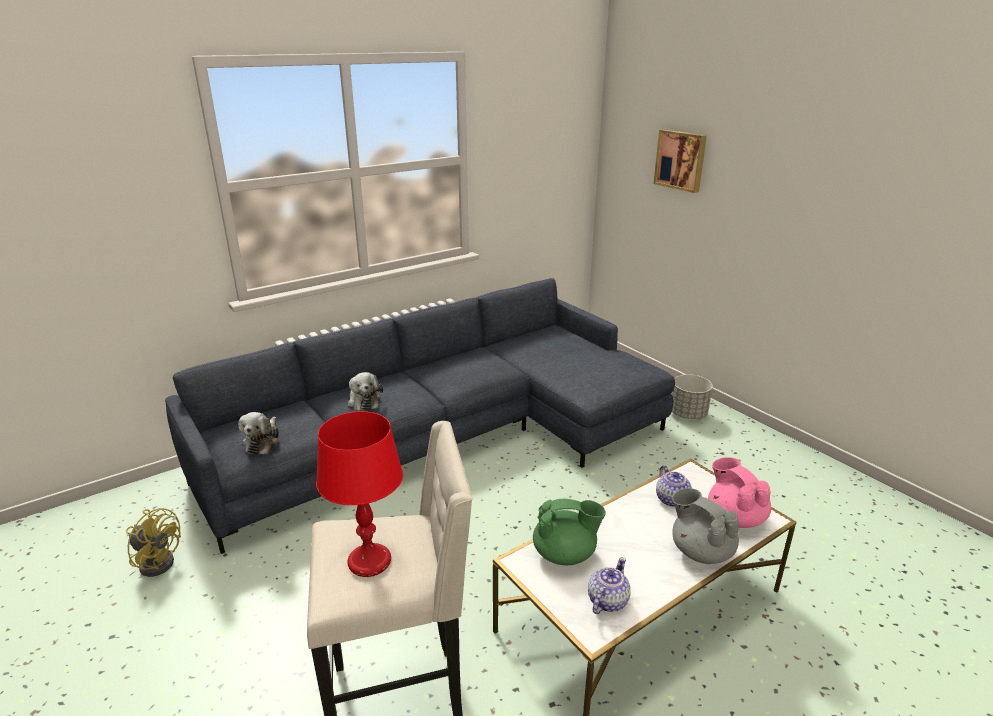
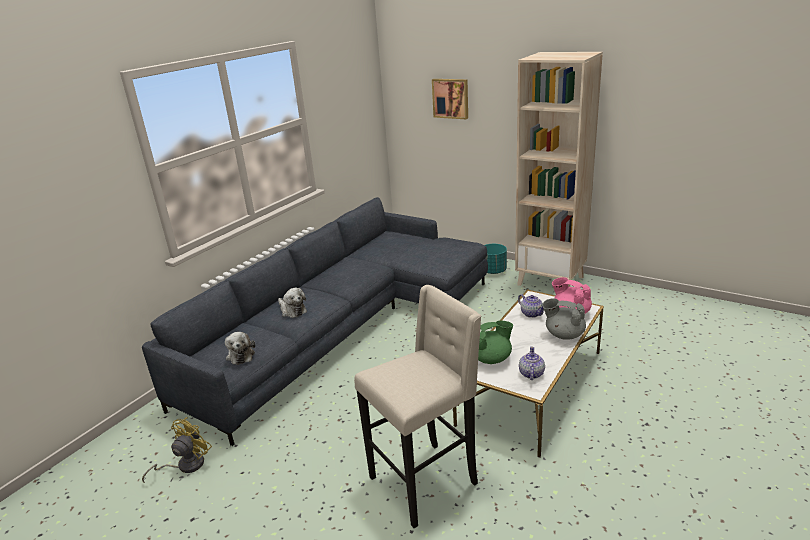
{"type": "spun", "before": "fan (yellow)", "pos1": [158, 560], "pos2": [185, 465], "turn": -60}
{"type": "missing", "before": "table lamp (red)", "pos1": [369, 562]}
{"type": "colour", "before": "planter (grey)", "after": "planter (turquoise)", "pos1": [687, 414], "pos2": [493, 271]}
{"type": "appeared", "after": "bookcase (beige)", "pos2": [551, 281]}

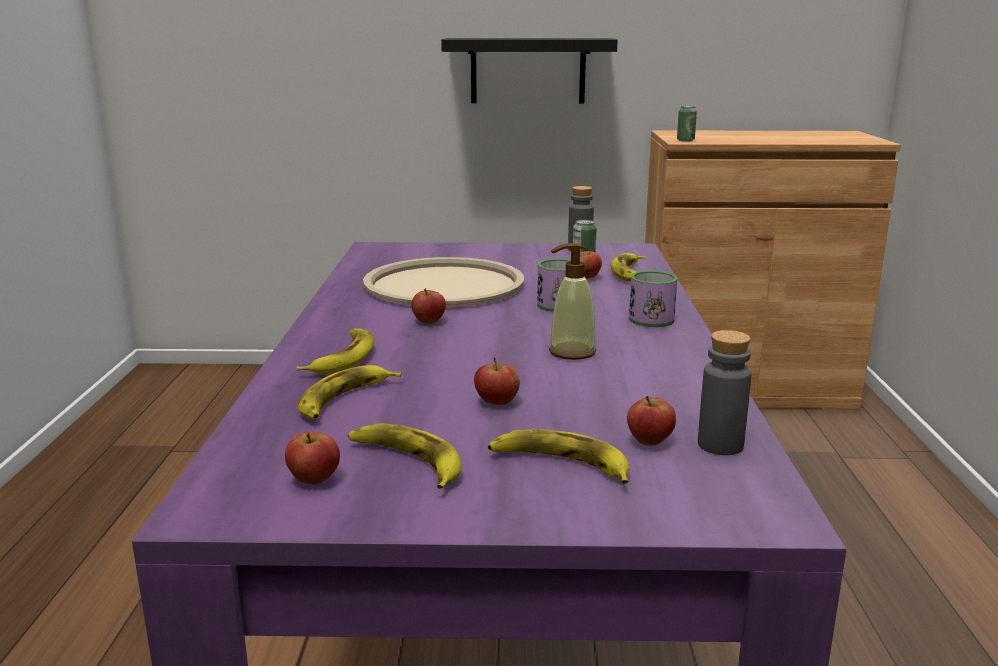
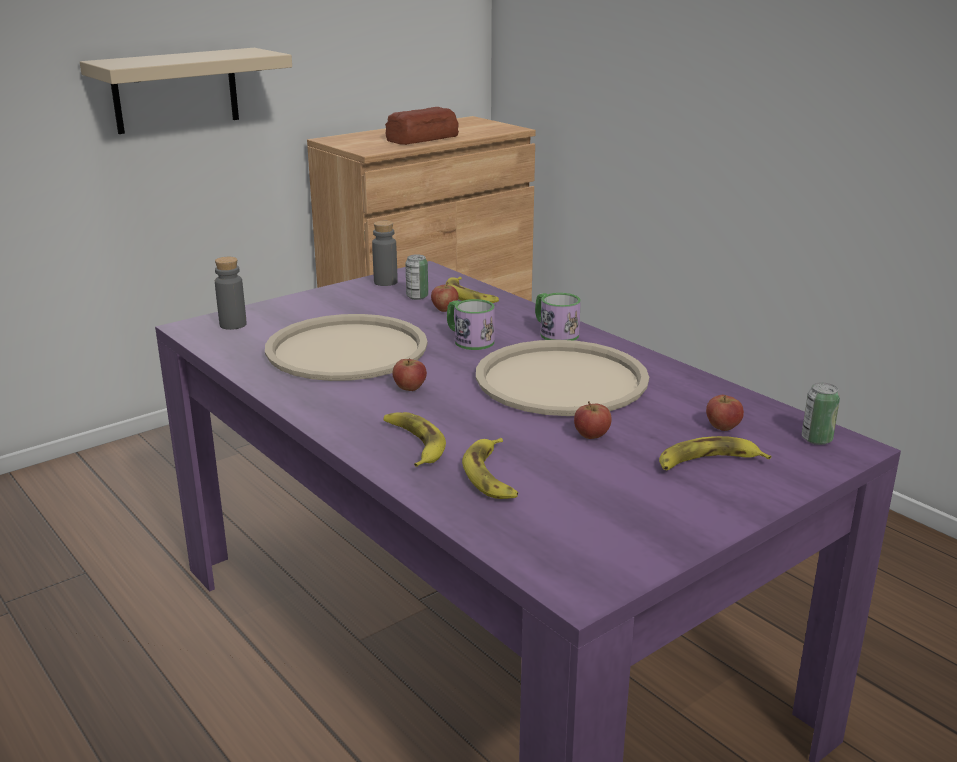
{"type": "missing", "before": "apple", "pos1": [314, 479]}
{"type": "missing", "before": "banana", "pos1": [407, 462]}
{"type": "colour", "before": "shelf (black)", "after": "shelf (beige)", "pos1": [528, 70], "pos2": [175, 90]}
{"type": "exchanged", "before": "soap dispenser", "after": "tray (beige)", "pos1": [572, 352], "pos2": [561, 380]}
{"type": "relocated", "before": "can", "pos1": [685, 140], "pos2": [816, 439]}
{"type": "relocated", "before": "bottle (grey)", "pos1": [720, 445], "pos2": [233, 325]}
{"type": "appeared", "after": "bread", "pos2": [423, 138]}

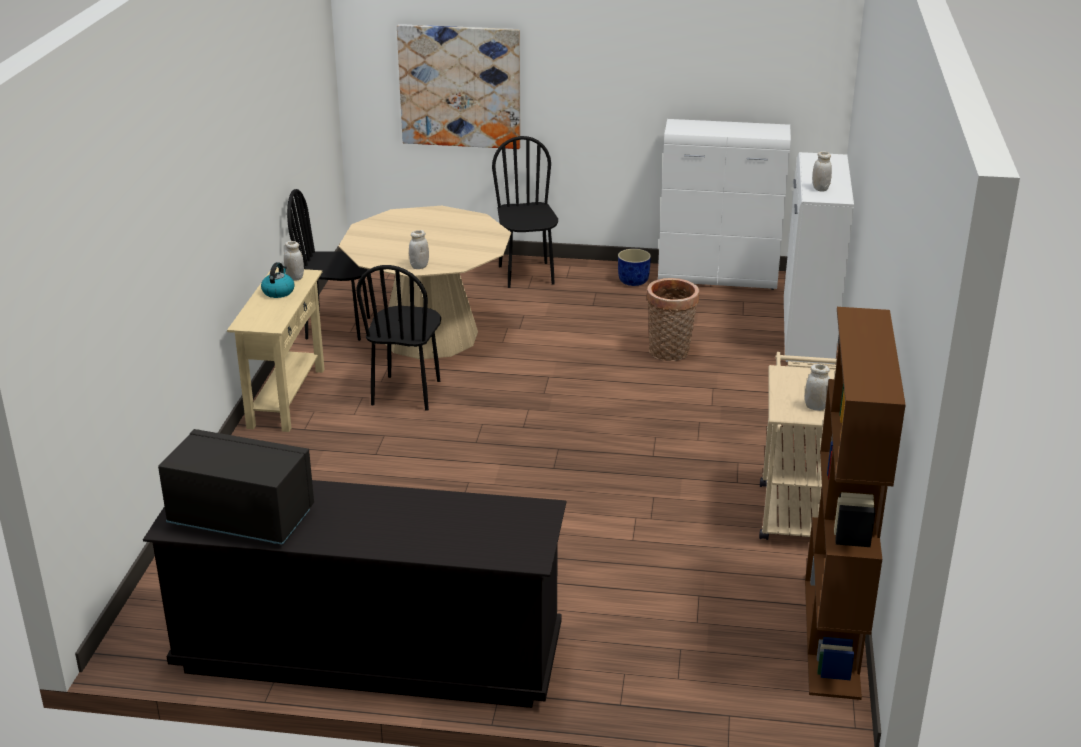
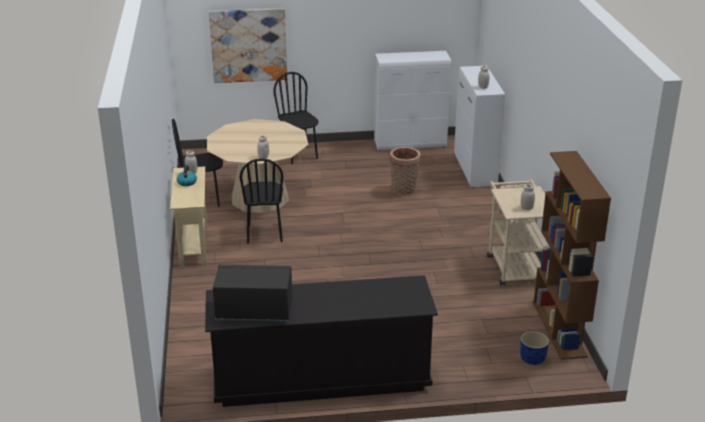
{"type": "relocated", "before": "planter (blue)", "pos1": [633, 281], "pos2": [533, 359]}

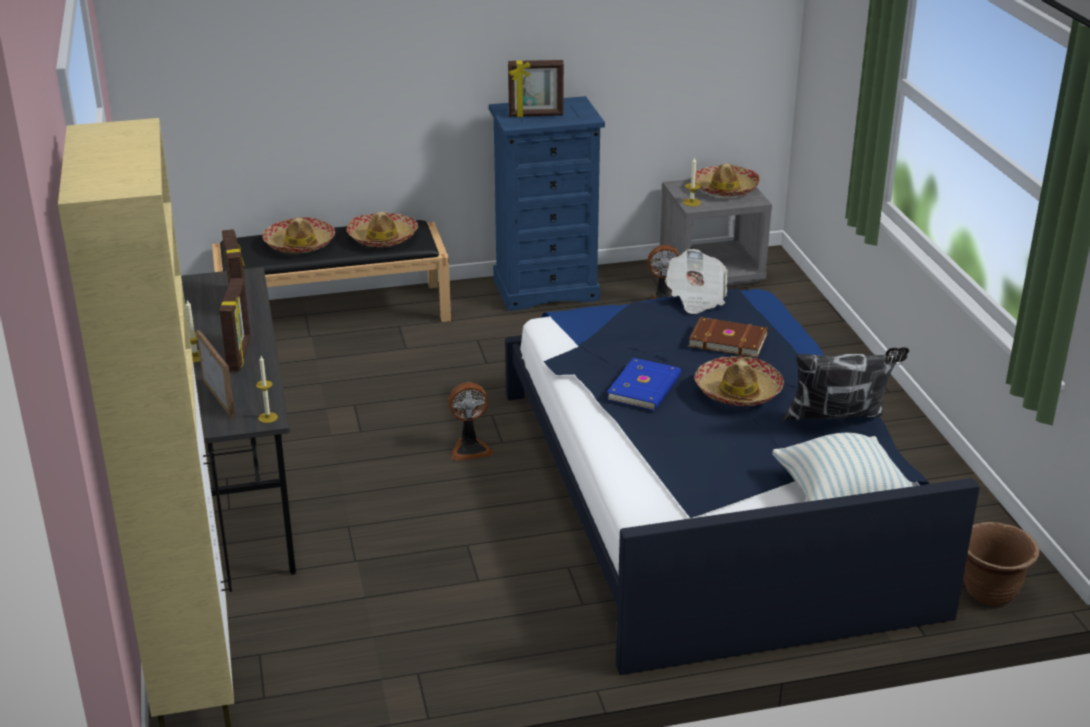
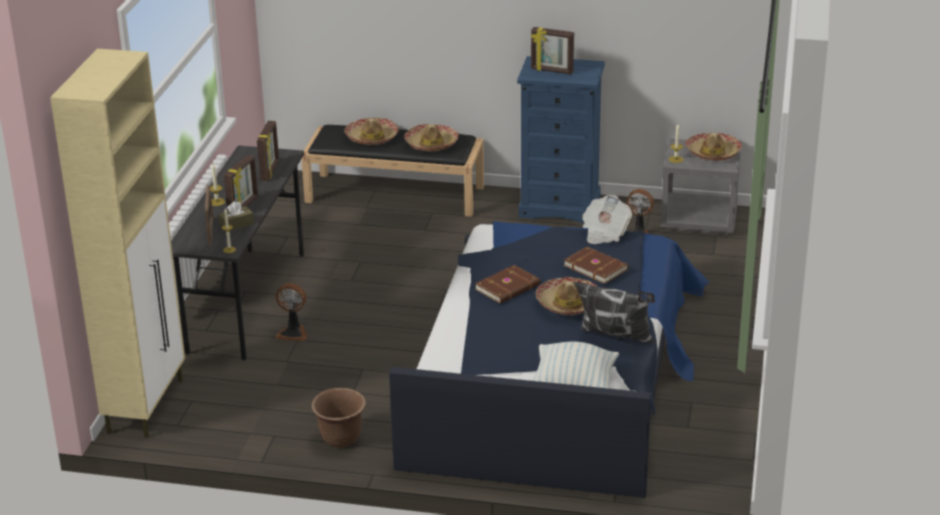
{"type": "relocated", "before": "fan", "pos1": [470, 449], "pos2": [293, 333]}
{"type": "colour", "before": "book (blue)", "after": "book (brown)", "pos1": [645, 388], "pos2": [508, 287]}
{"type": "relocated", "before": "planter (brown)", "pos1": [990, 593], "pos2": [341, 439]}
{"type": "appeared", "after": "tissue box (brown)", "pos2": [236, 225]}

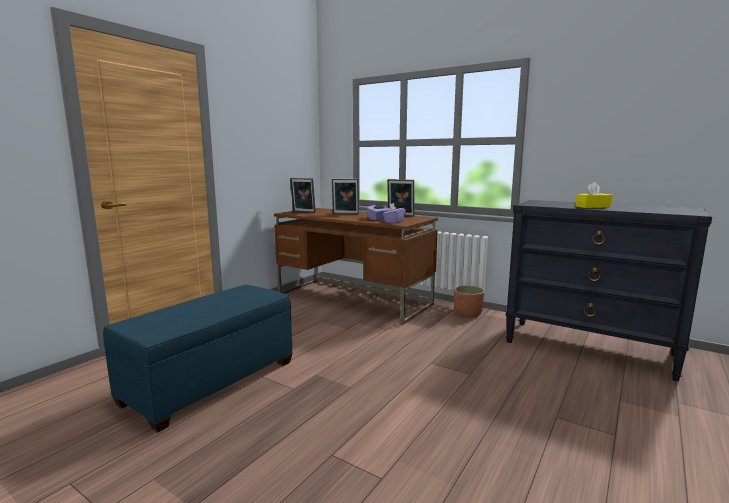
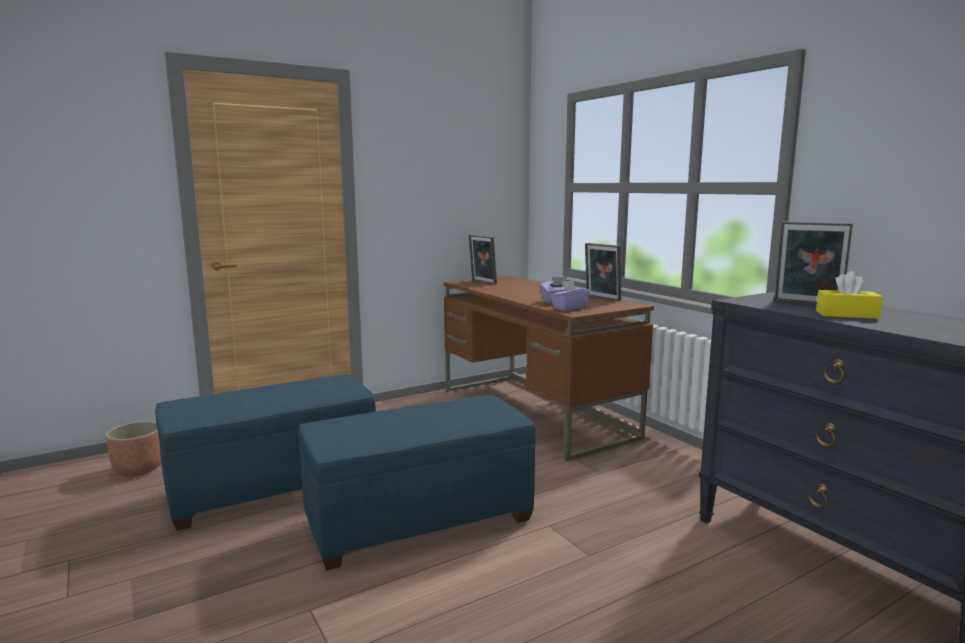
{"type": "relocated", "before": "picture frame", "pos1": [345, 214], "pos2": [807, 304]}
{"type": "relocated", "before": "planter", "pos1": [467, 314], "pos2": [138, 469]}
{"type": "appeared", "after": "ottoman (blue)", "pos2": [419, 519]}

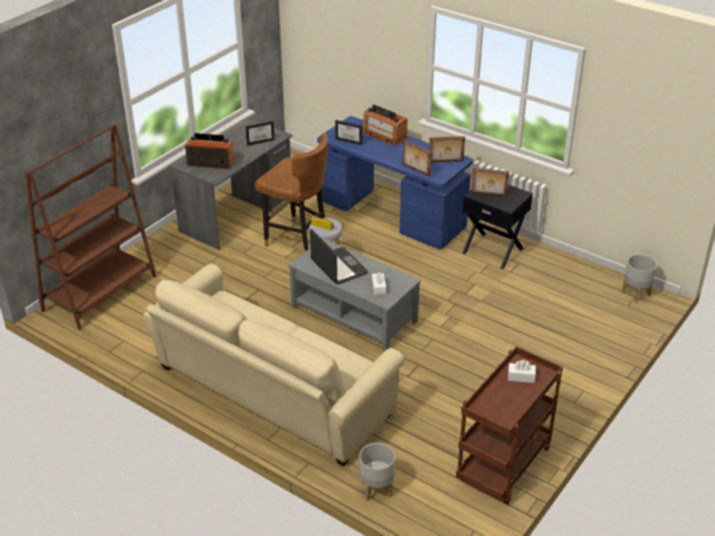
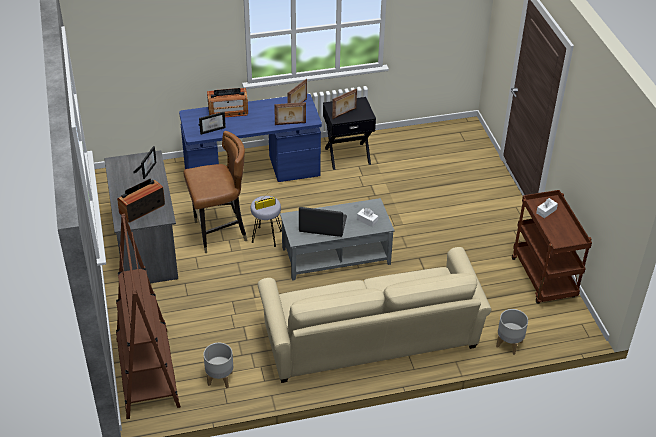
{"type": "relocated", "before": "planter (grey)", "pos1": [635, 293], "pos2": [219, 378]}

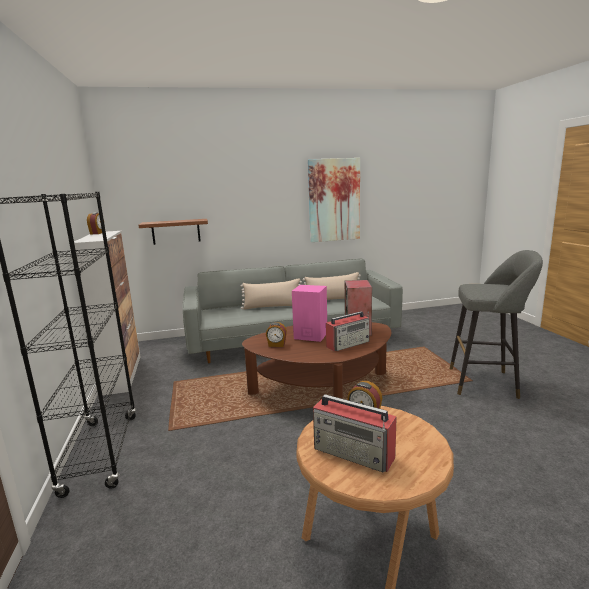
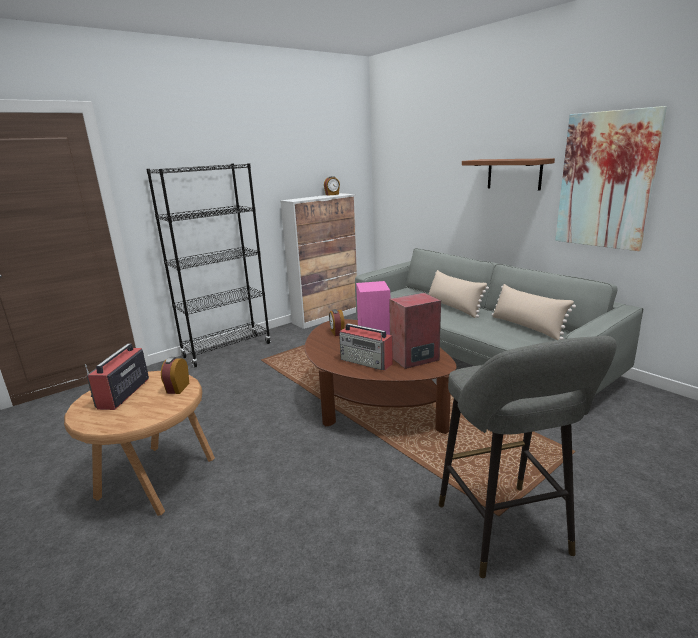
{"type": "relocated", "before": "shelf", "pos1": [176, 231], "pos2": [514, 174]}

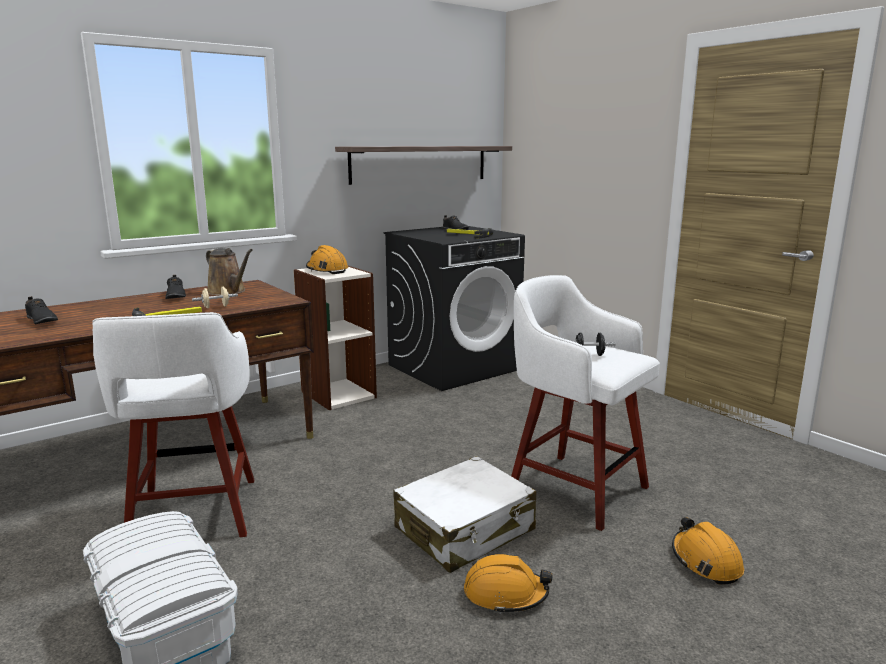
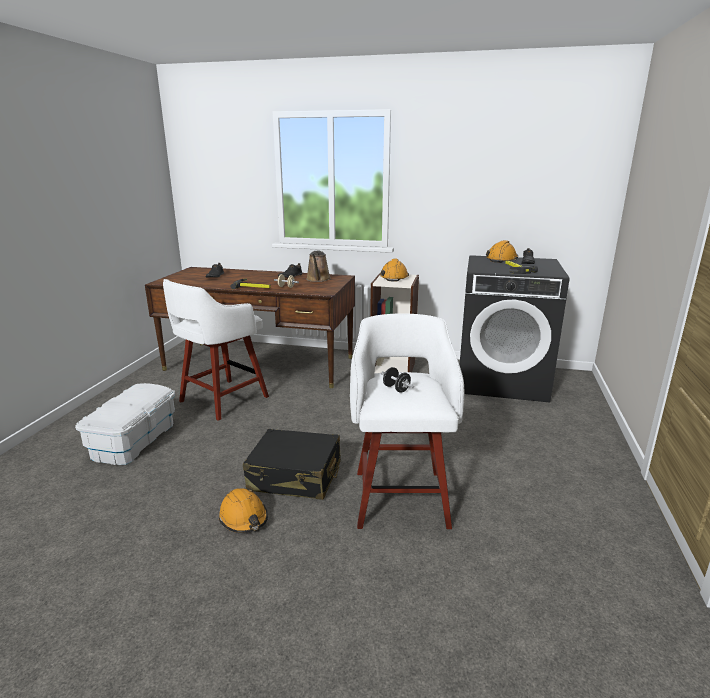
{"type": "missing", "before": "shelf", "pos1": [420, 164]}
{"type": "colour", "before": "suitcase (white)", "after": "suitcase (black)", "pos1": [465, 530], "pos2": [295, 476]}
{"type": "relocated", "before": "hard hat (orange)", "pos1": [705, 561], "pos2": [502, 259]}

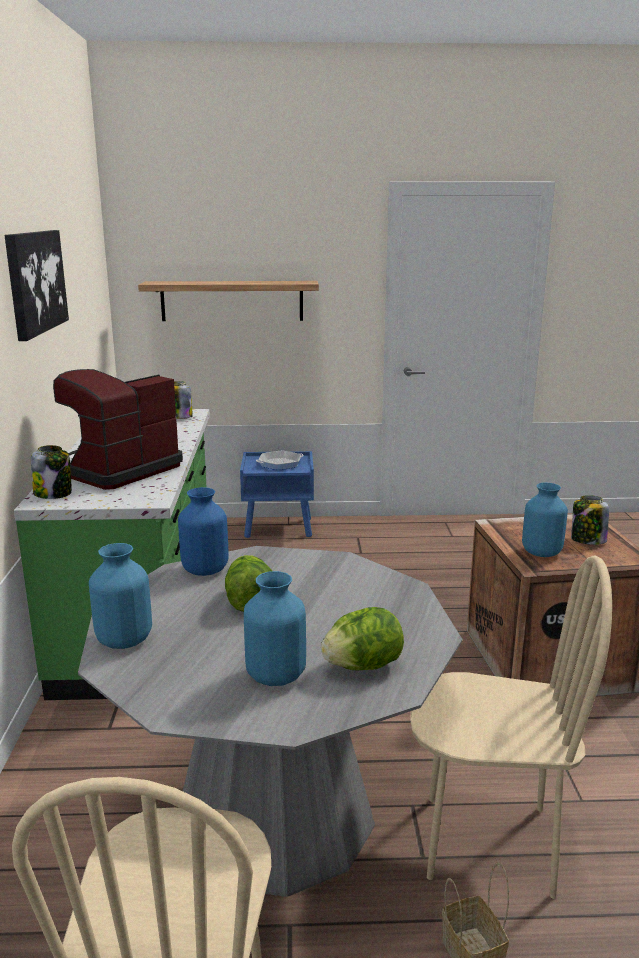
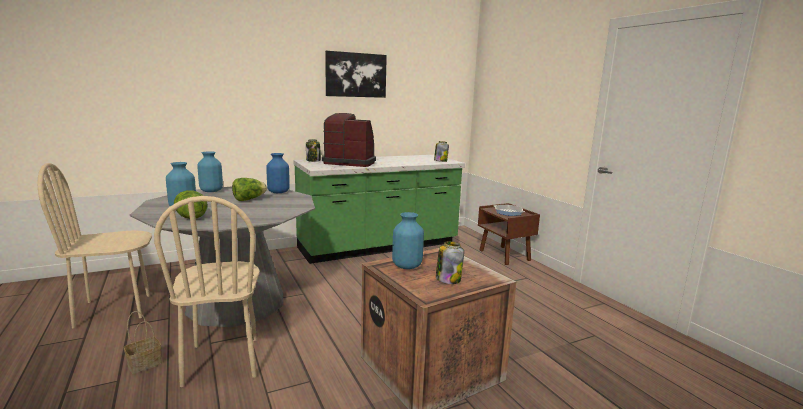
{"type": "missing", "before": "shelf", "pos1": [232, 301]}
{"type": "colour", "before": "nightstand (blue)", "after": "nightstand (brown)", "pos1": [279, 528], "pos2": [505, 255]}

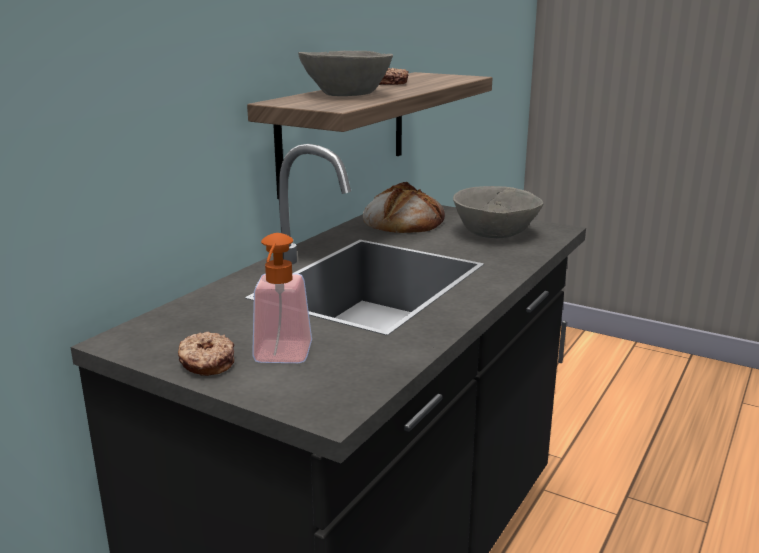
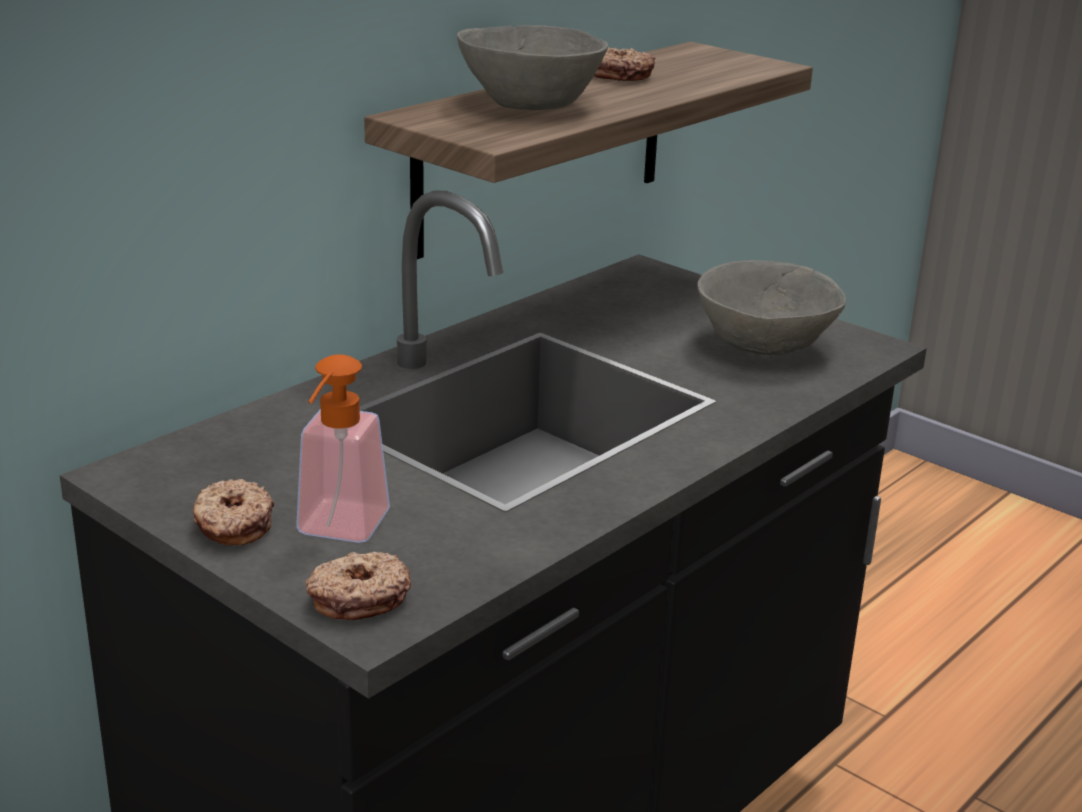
{"type": "missing", "before": "bread", "pos1": [403, 220]}
{"type": "appeared", "after": "donut", "pos2": [359, 597]}

